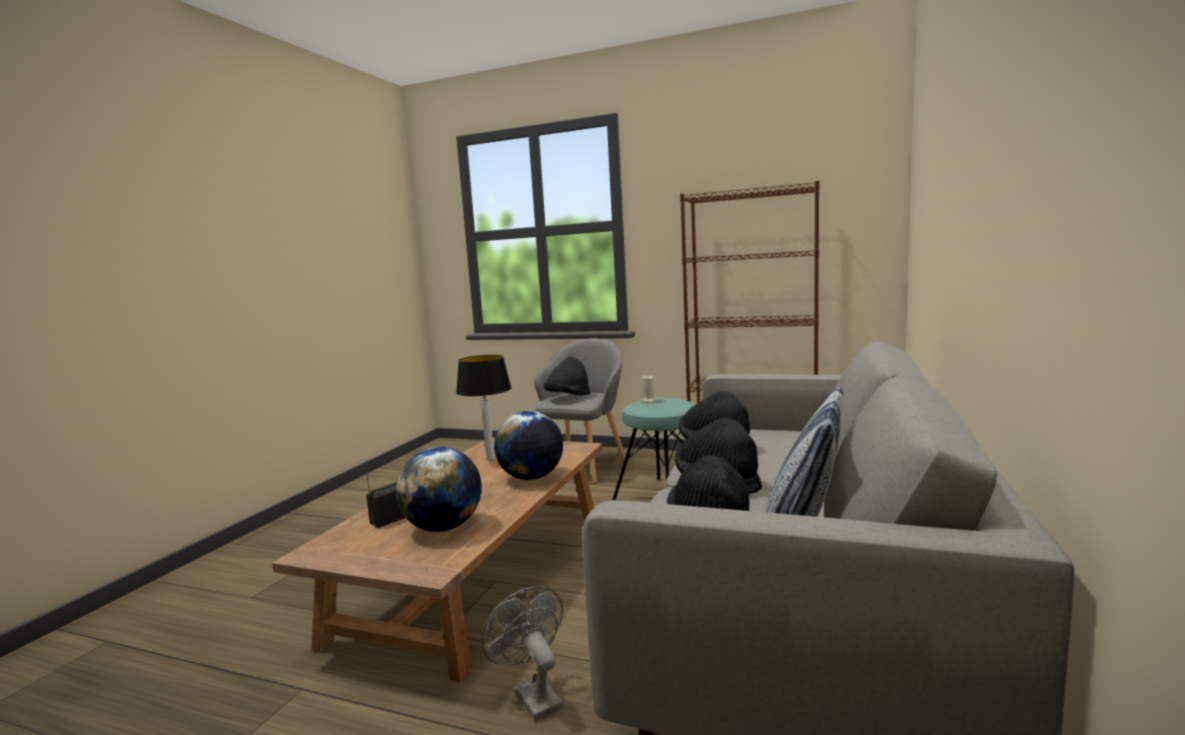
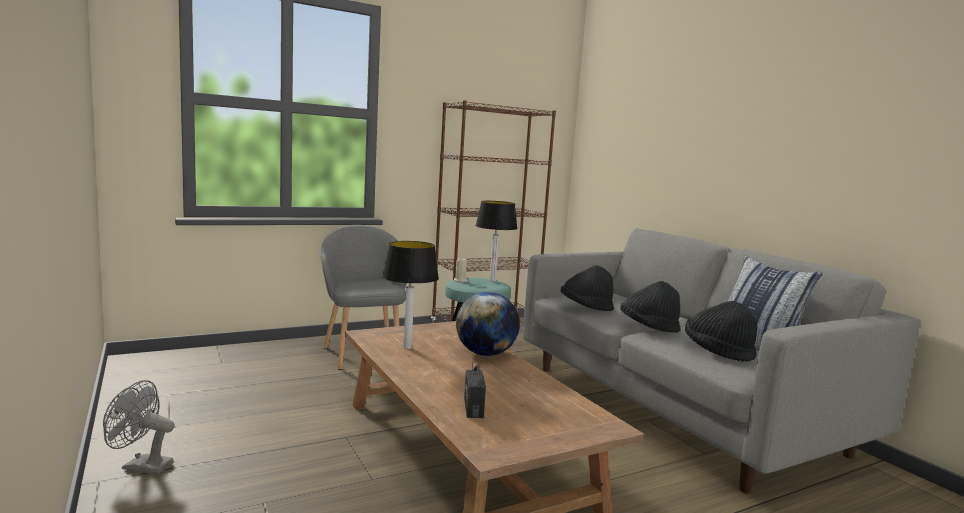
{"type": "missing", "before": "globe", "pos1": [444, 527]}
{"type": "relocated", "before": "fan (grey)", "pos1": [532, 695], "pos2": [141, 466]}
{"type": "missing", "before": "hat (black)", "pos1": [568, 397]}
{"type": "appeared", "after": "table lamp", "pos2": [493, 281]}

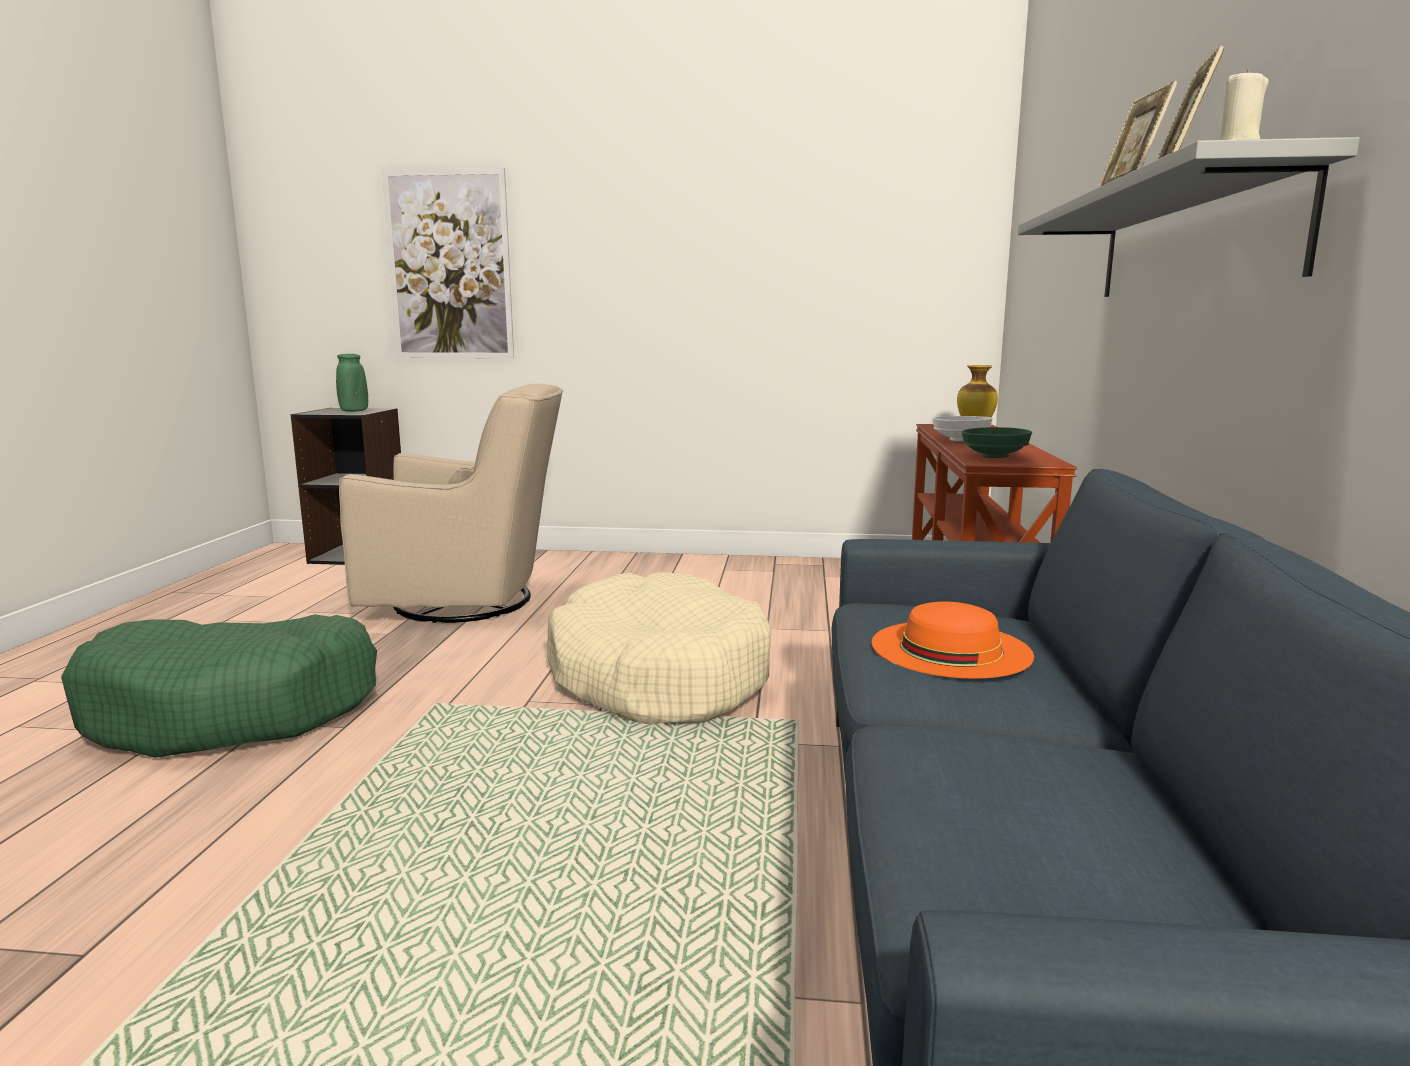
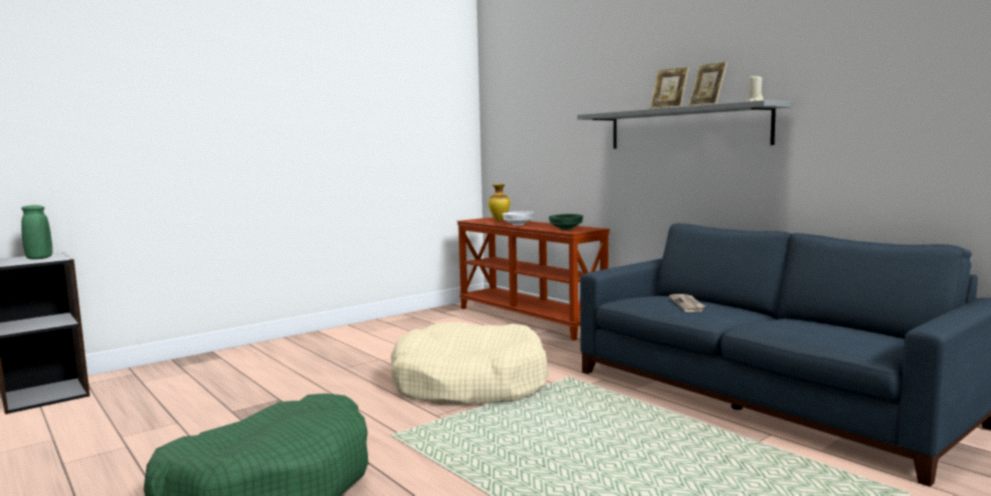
{"type": "missing", "before": "armchair (beige)", "pos1": [470, 602]}
{"type": "missing", "before": "picture", "pos1": [449, 266]}
{"type": "exchanged", "before": "hat (orange)", "after": "newspaper", "pos1": [950, 648], "pos2": [687, 304]}

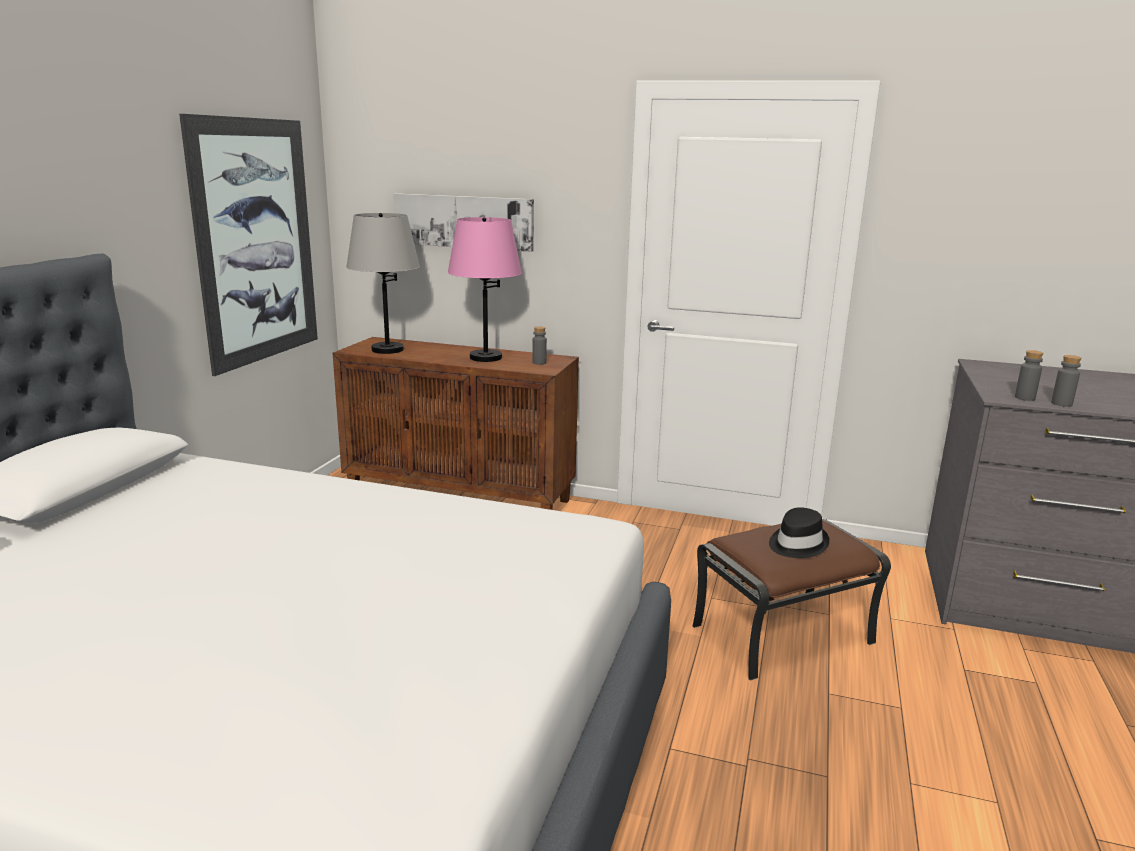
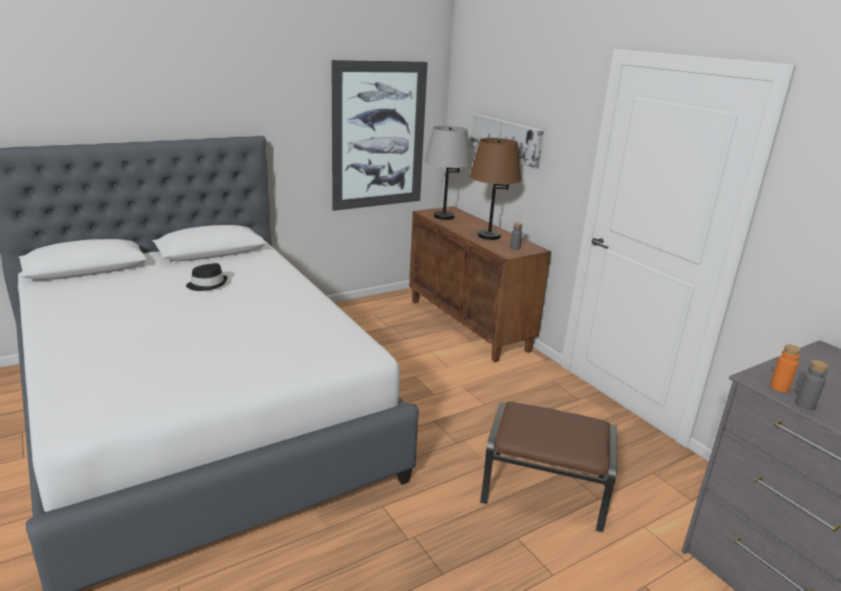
{"type": "colour", "before": "table lamp (pink)", "after": "table lamp (brown)", "pos1": [485, 358], "pos2": [489, 236]}
{"type": "relocated", "before": "hat (black)", "pos1": [796, 544], "pos2": [207, 284]}
{"type": "colour", "before": "bottle (grey)", "after": "bottle (orange)", "pos1": [1024, 398], "pos2": [779, 387]}

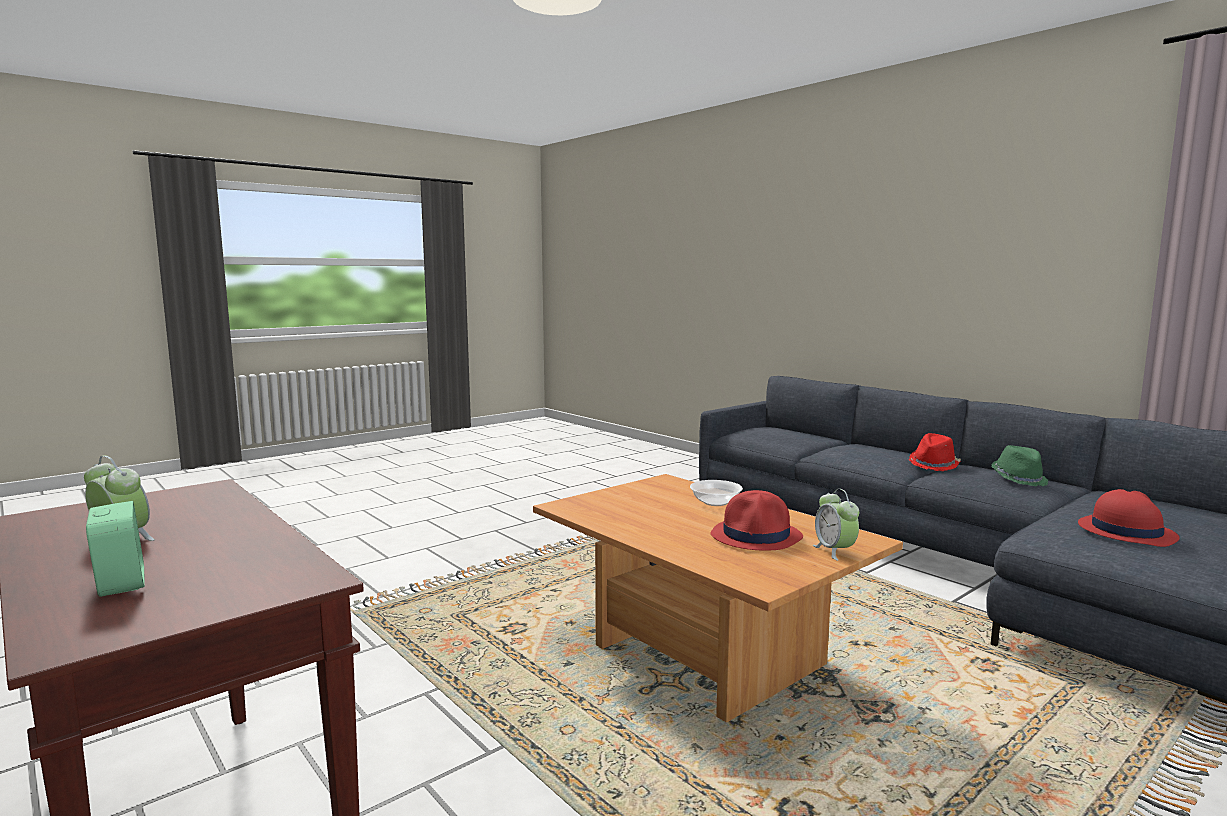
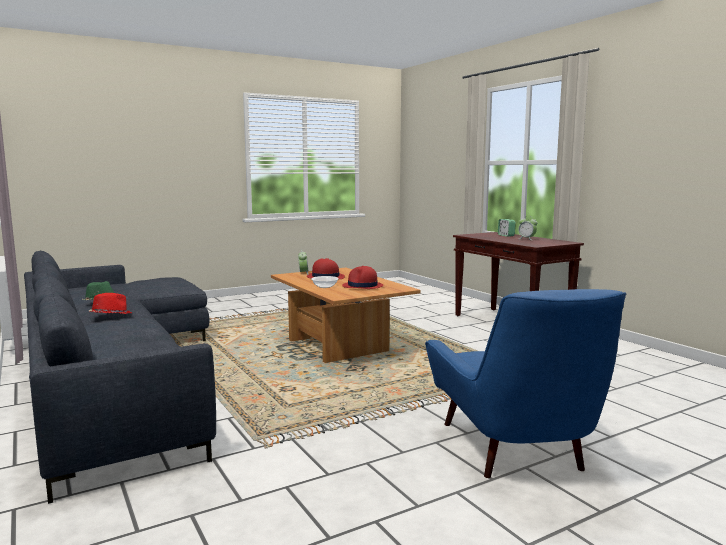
{"type": "relocated", "before": "hat (red)", "pos1": [1125, 531], "pos2": [362, 286]}
{"type": "appeared", "after": "armchair (blue)", "pos2": [518, 452]}

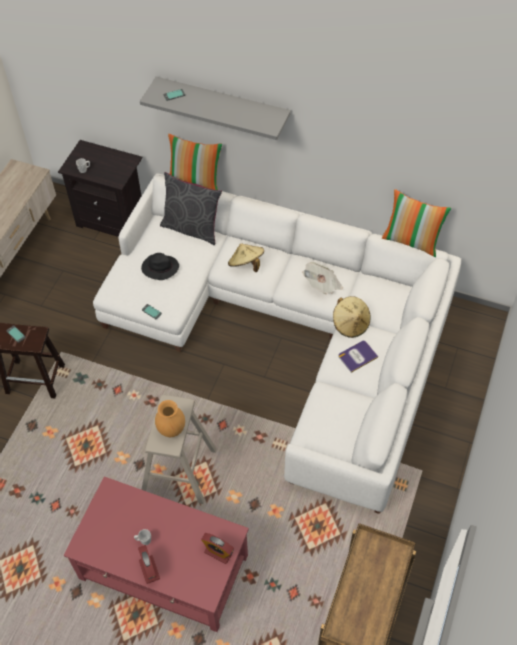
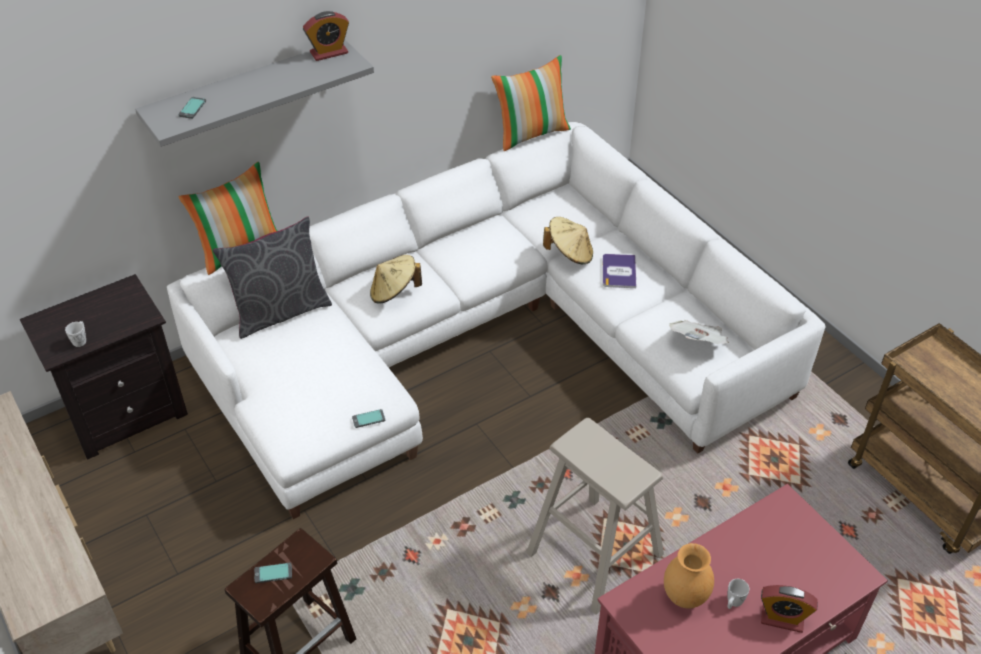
{"type": "missing", "before": "hat (black)", "pos1": [159, 268]}
{"type": "relocated", "before": "vase (brown)", "pos1": [171, 429], "pos2": [684, 597]}
{"type": "relocated", "before": "alarm clock", "pos1": [218, 552], "pos2": [329, 53]}
{"type": "relocated", "before": "newspaper", "pos1": [322, 285], "pos2": [698, 343]}

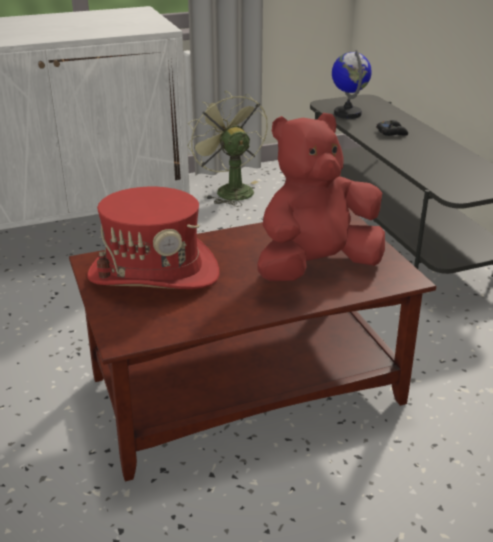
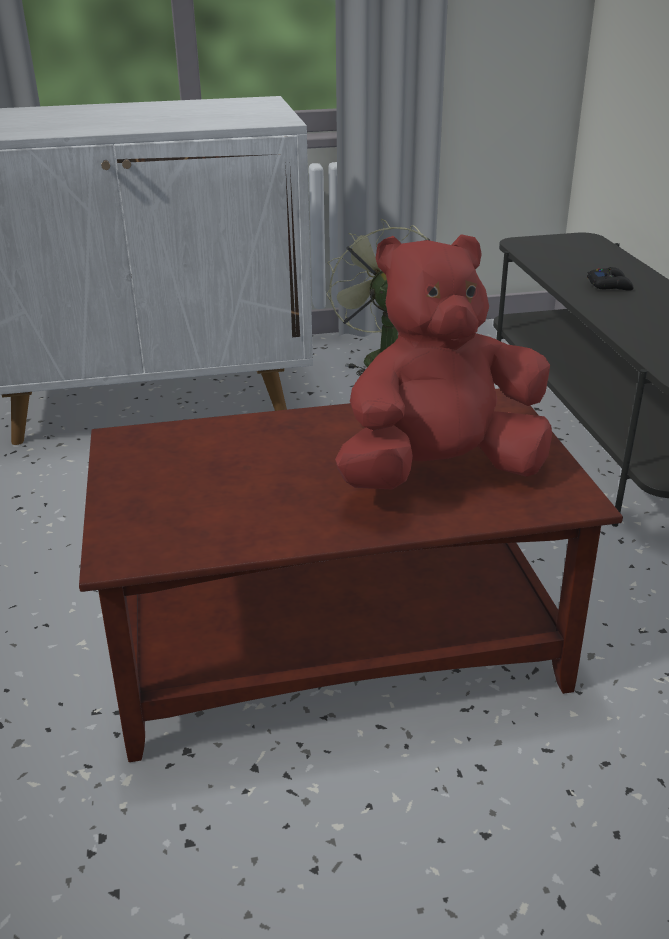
{"type": "missing", "before": "hat (red)", "pos1": [154, 273]}
{"type": "missing", "before": "globe", "pos1": [347, 114]}

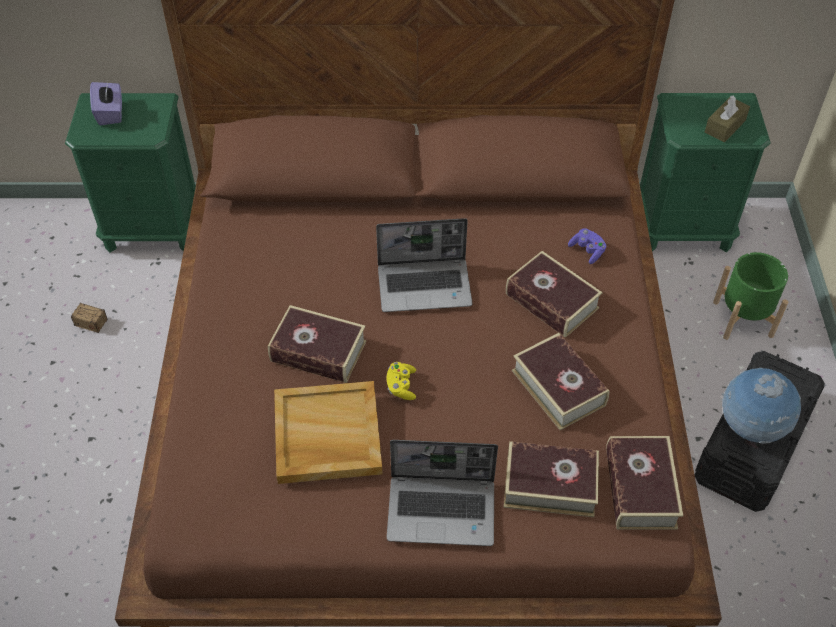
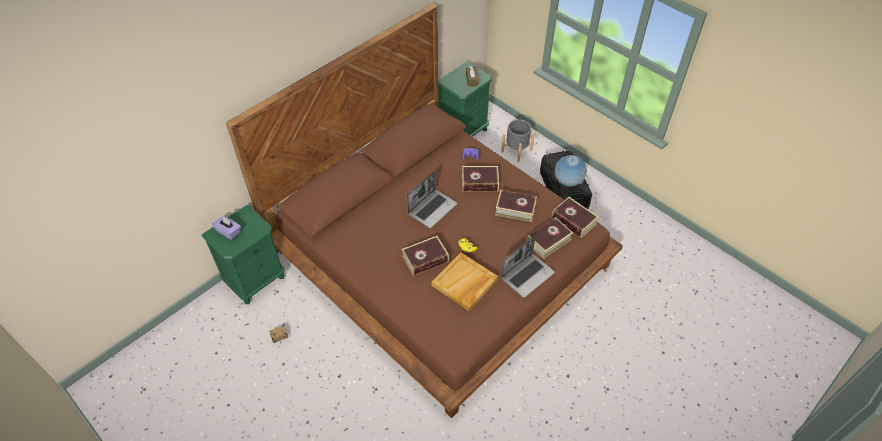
{"type": "colour", "before": "planter (green)", "after": "planter (grey)", "pos1": [743, 318], "pos2": [516, 151]}

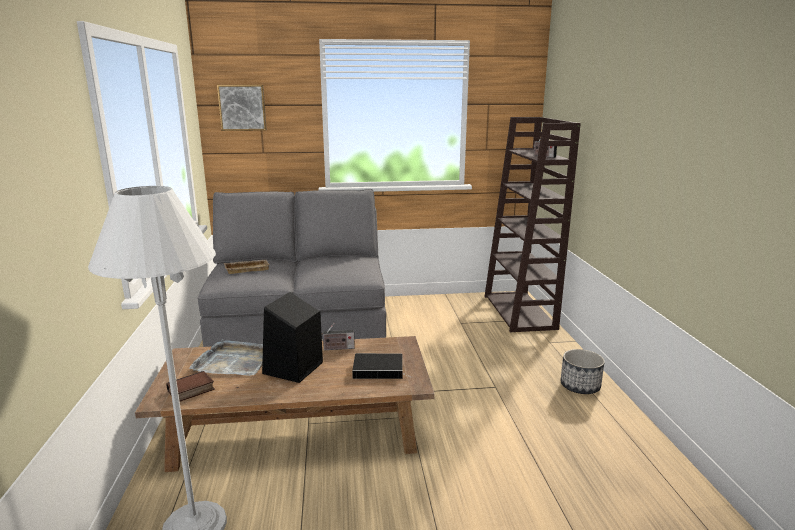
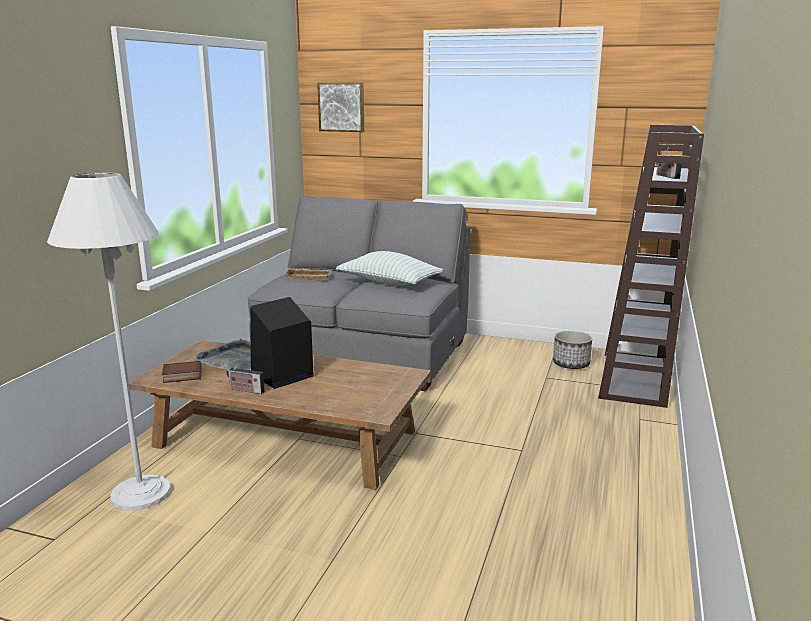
{"type": "relocated", "before": "radio", "pos1": [337, 348], "pos2": [245, 390]}
{"type": "missing", "before": "book", "pos1": [380, 369]}
{"type": "relocated", "before": "planter", "pos1": [580, 386], "pos2": [571, 364]}
{"type": "appeared", "after": "pillow", "pos2": [389, 283]}

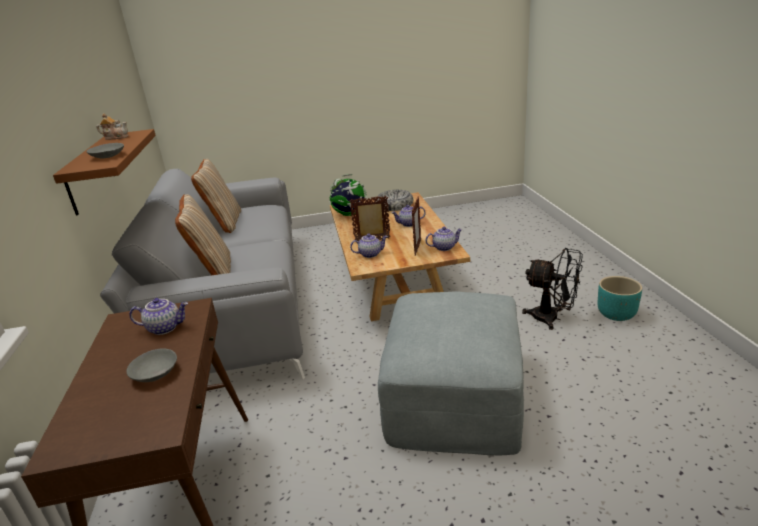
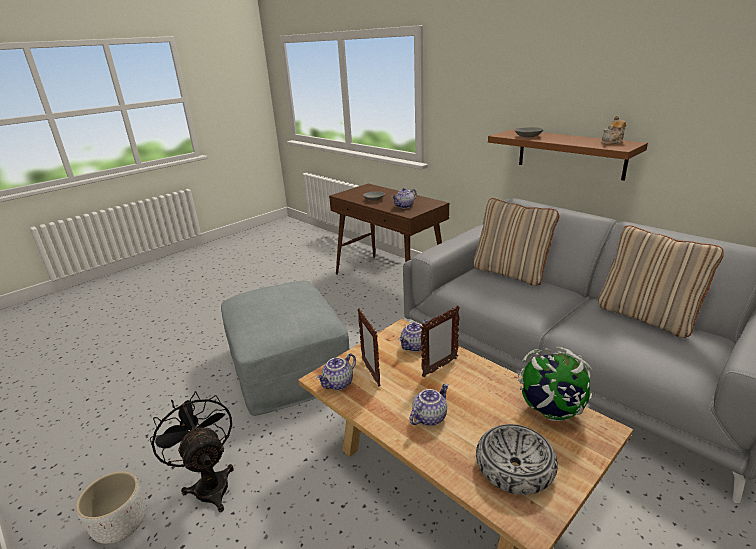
{"type": "spun", "before": "fan (black)", "pos1": [552, 318], "pos2": [209, 483], "turn": 60}
{"type": "colour", "before": "planter (turquoise)", "after": "planter (white)", "pos1": [616, 315], "pos2": [121, 525]}

